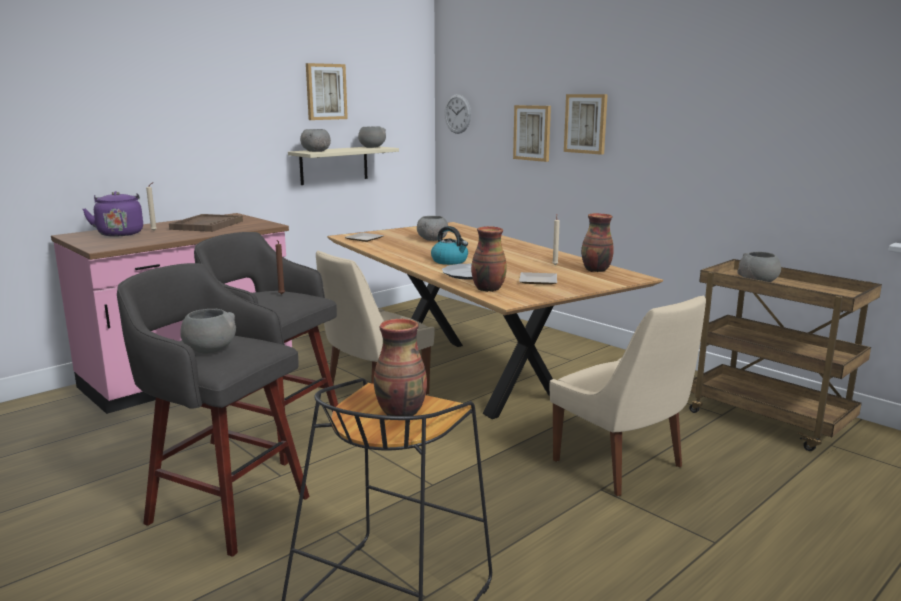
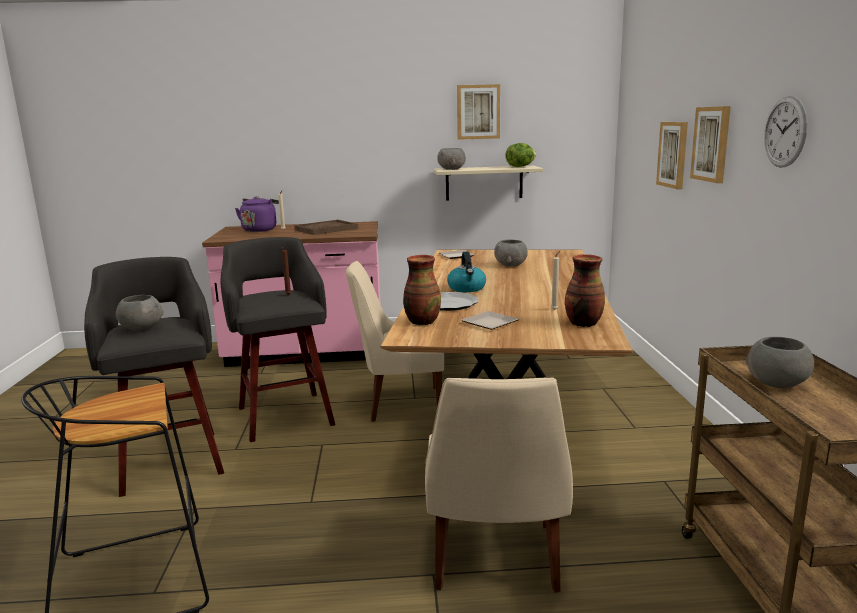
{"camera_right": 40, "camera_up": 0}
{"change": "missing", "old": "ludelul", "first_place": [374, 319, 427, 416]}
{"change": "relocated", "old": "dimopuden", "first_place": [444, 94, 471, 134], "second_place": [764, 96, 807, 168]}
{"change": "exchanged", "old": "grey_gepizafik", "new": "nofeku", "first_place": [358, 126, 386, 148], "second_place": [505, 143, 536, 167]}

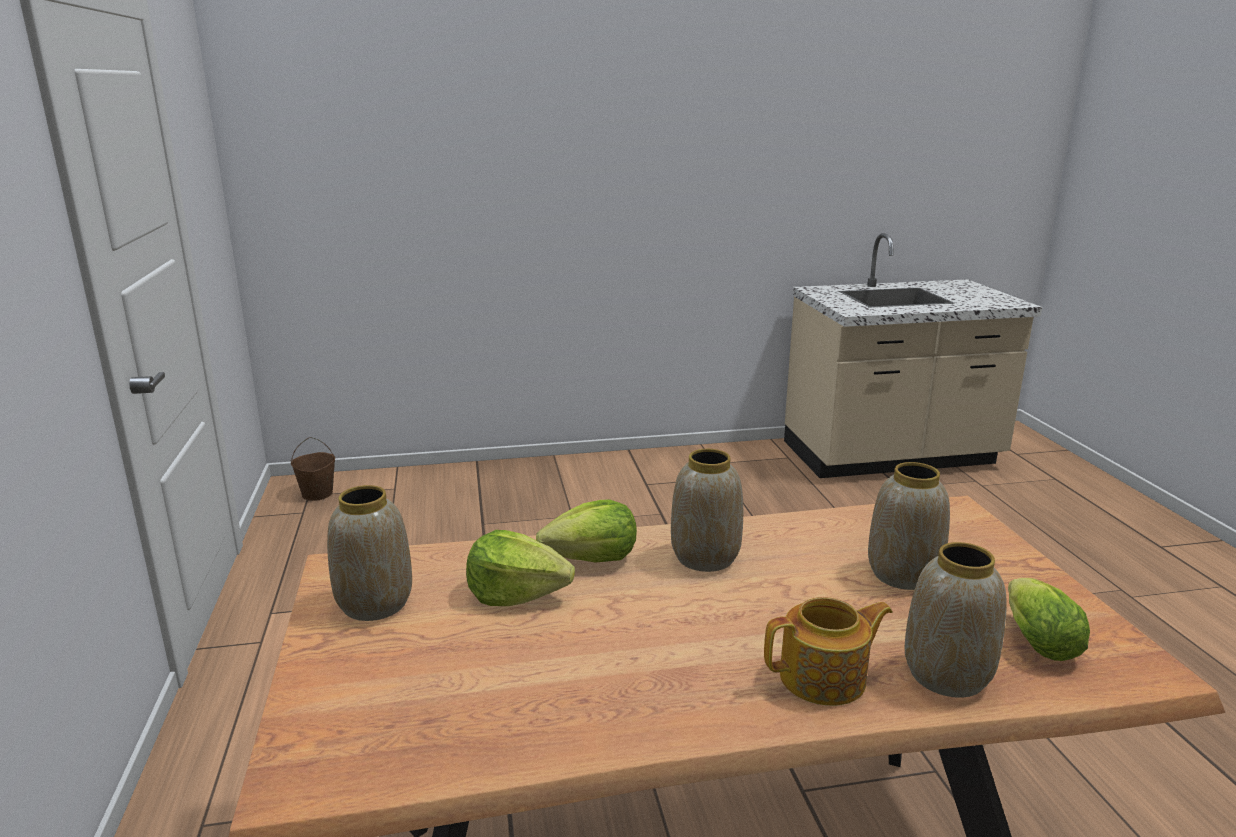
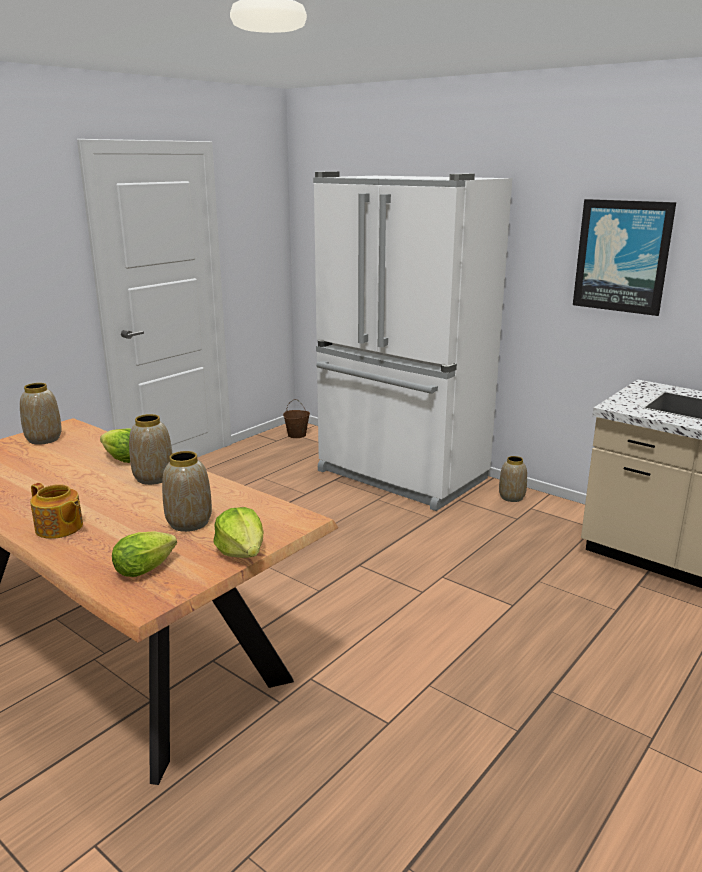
{"camera_right": 50, "camera_up": 0}
{"change": "appeared", "new": "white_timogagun", "second_place": [313, 171, 512, 511]}
{"change": "appeared", "new": "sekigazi", "second_place": [573, 199, 676, 316]}
{"change": "relocated", "old": "nofeku", "first_place": [466, 530, 575, 606], "second_place": [213, 507, 264, 558]}
{"change": "relocated", "old": "ludelul", "first_place": [905, 542, 1007, 698], "second_place": [499, 456, 527, 502]}

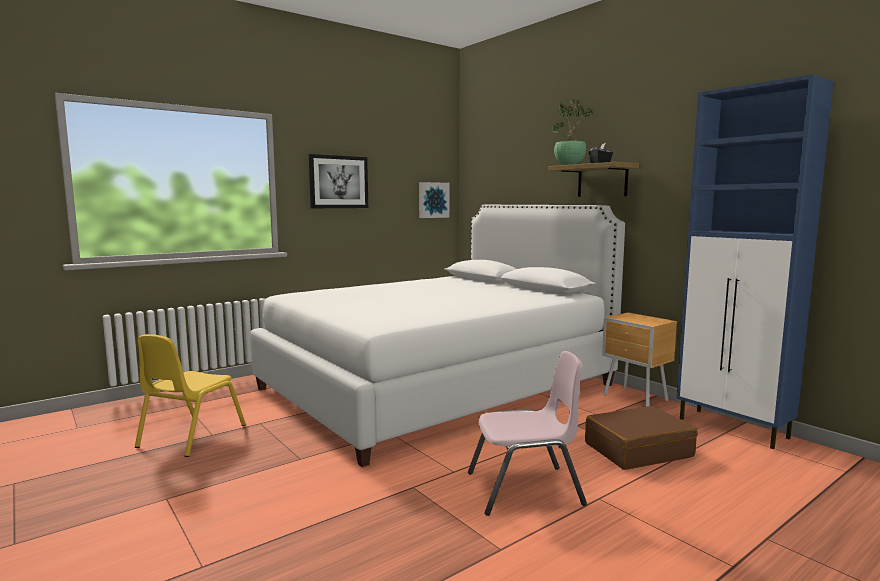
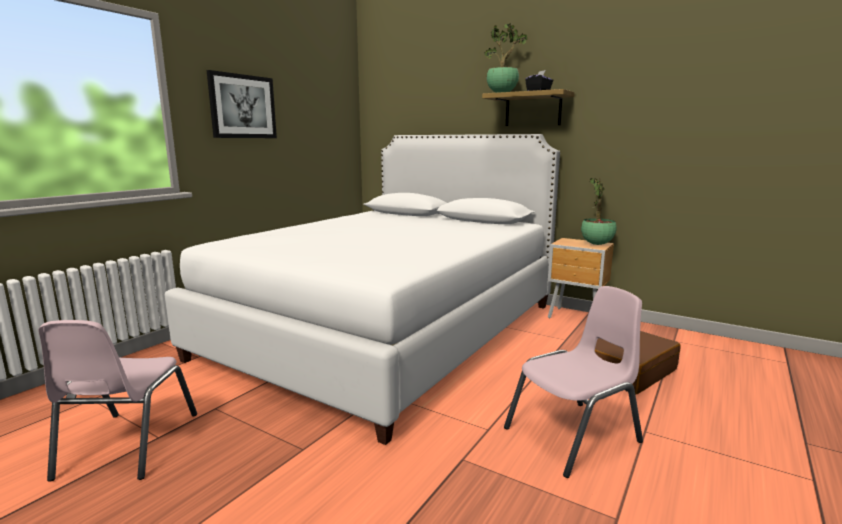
{"camera_right": -20, "camera_up": 5}
{"change": "missing", "old": "sekigazi", "first_place": [419, 182, 449, 218]}
{"change": "missing", "old": "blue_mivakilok", "first_place": [677, 74, 834, 449]}
{"change": "appeared", "new": "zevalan", "second_place": [581, 178, 617, 245]}
{"change": "colour", "old": "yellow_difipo", "new": "pink_difipo", "first_place": [135, 334, 246, 457], "second_place": [38, 320, 197, 482]}

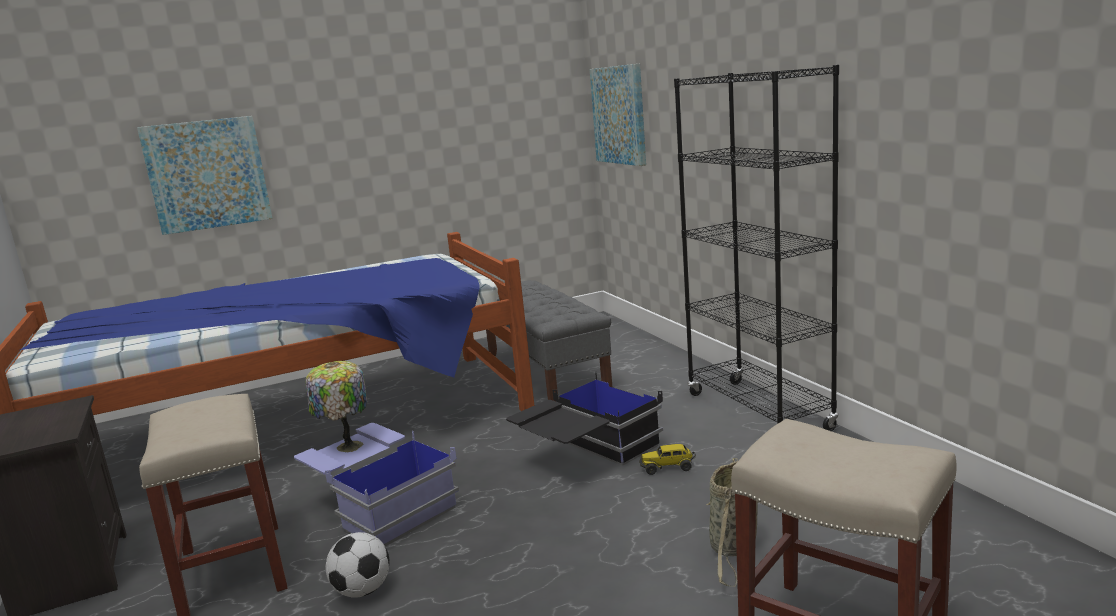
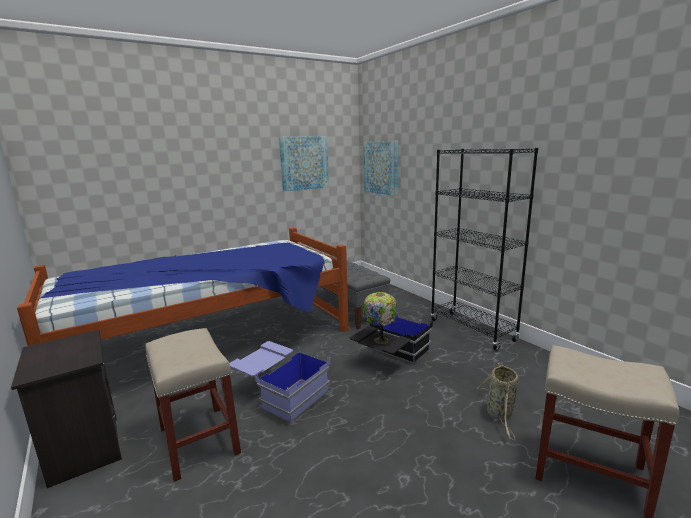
{"camera_right": -10, "camera_up": 0}
{"change": "missing", "old": "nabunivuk", "first_place": [326, 532, 390, 598]}
{"change": "missing", "old": "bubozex", "first_place": [639, 444, 696, 475]}
{"change": "relocated", "old": "sekigazi", "first_place": [137, 116, 272, 235], "second_place": [279, 136, 329, 192]}
{"change": "relocated", "old": "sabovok", "first_place": [306, 361, 367, 452], "second_place": [363, 292, 396, 344]}

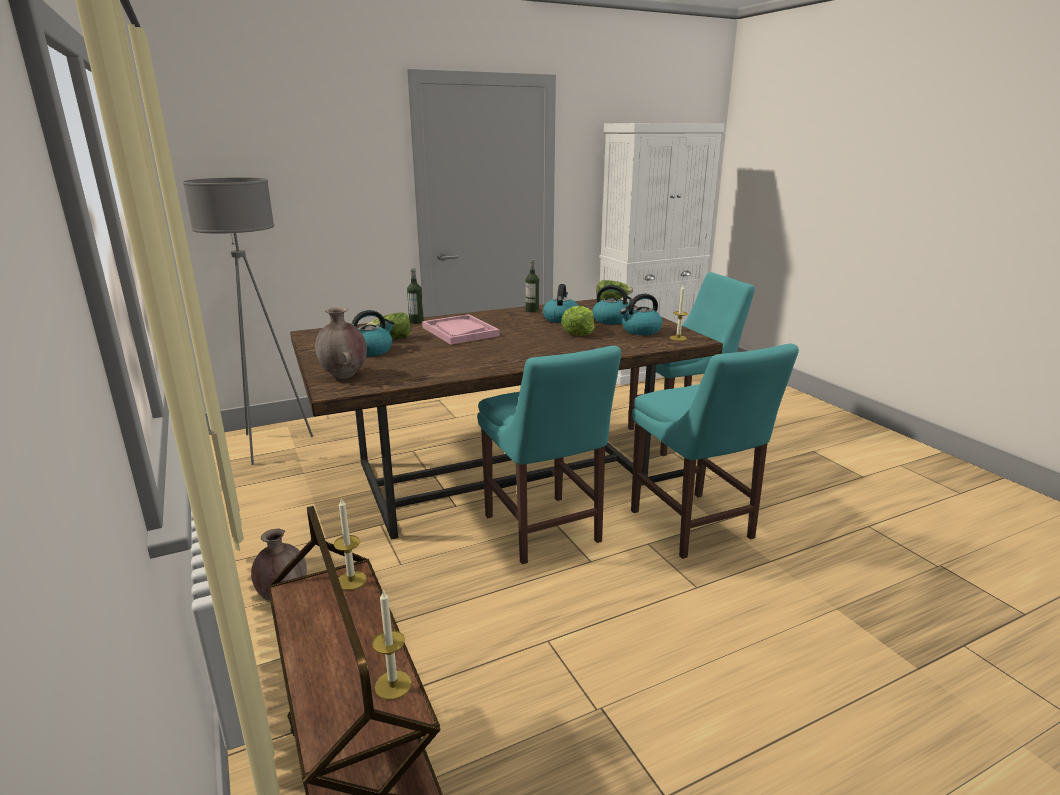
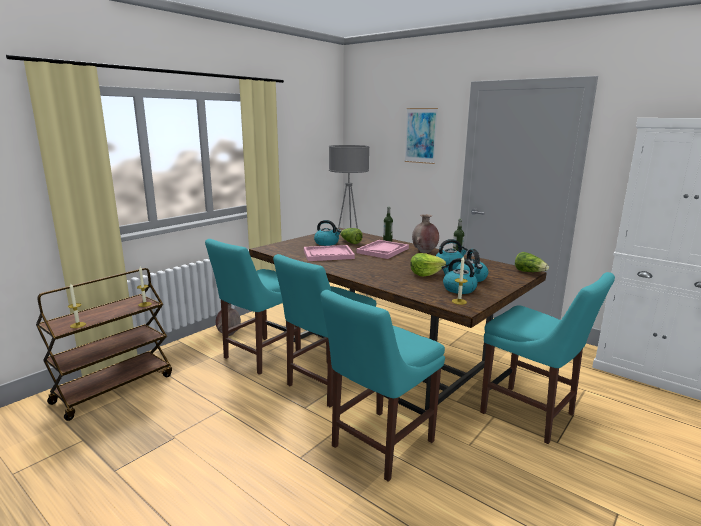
{"camera_right": 65, "camera_up": -5}
{"change": "appeared", "new": "turquoise_difipo", "second_place": [205, 239, 301, 375]}
{"change": "appeared", "new": "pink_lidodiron", "second_place": [304, 245, 355, 261]}
{"change": "appeared", "new": "sekigazi", "second_place": [404, 108, 438, 164]}
{"change": "relocated", "old": "brown_ludelul", "first_place": [315, 307, 367, 379], "second_place": [412, 214, 439, 253]}

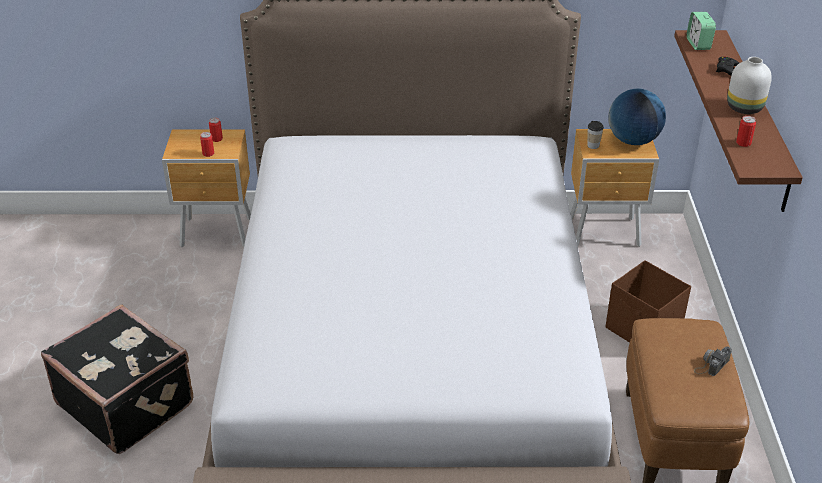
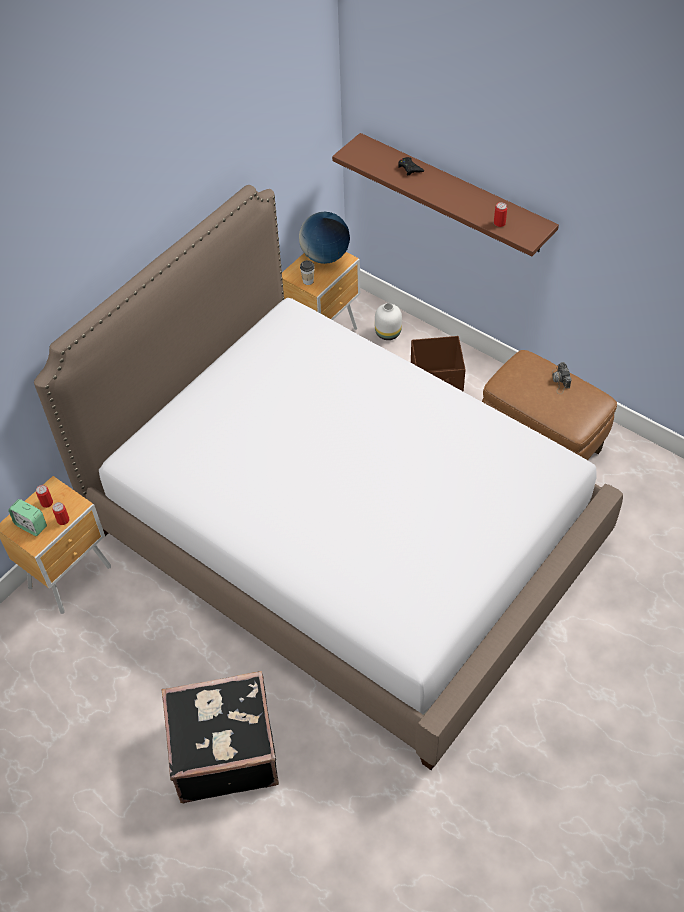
{"camera_right": -50, "camera_up": 15}
{"change": "relocated", "old": "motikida", "first_place": [686, 12, 716, 50], "second_place": [8, 499, 47, 536]}
{"change": "relocated", "old": "white_ludelul", "first_place": [727, 57, 772, 114], "second_place": [375, 303, 402, 340]}

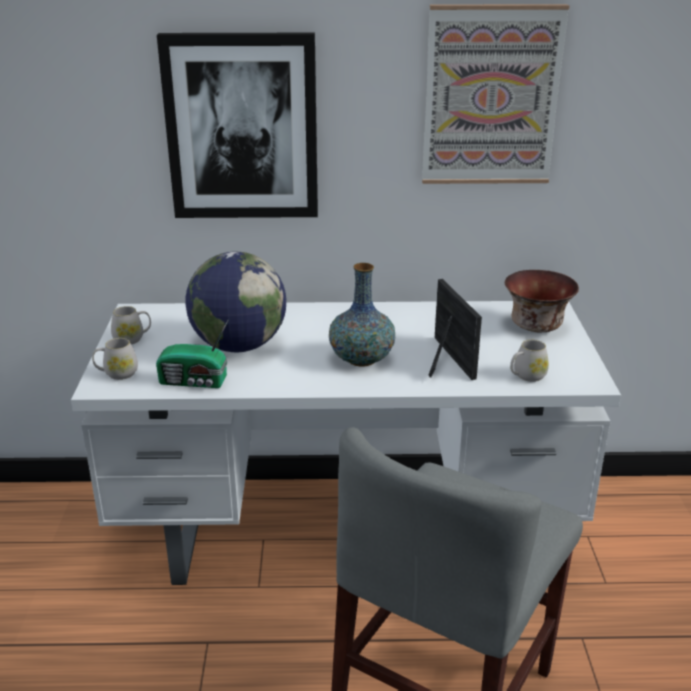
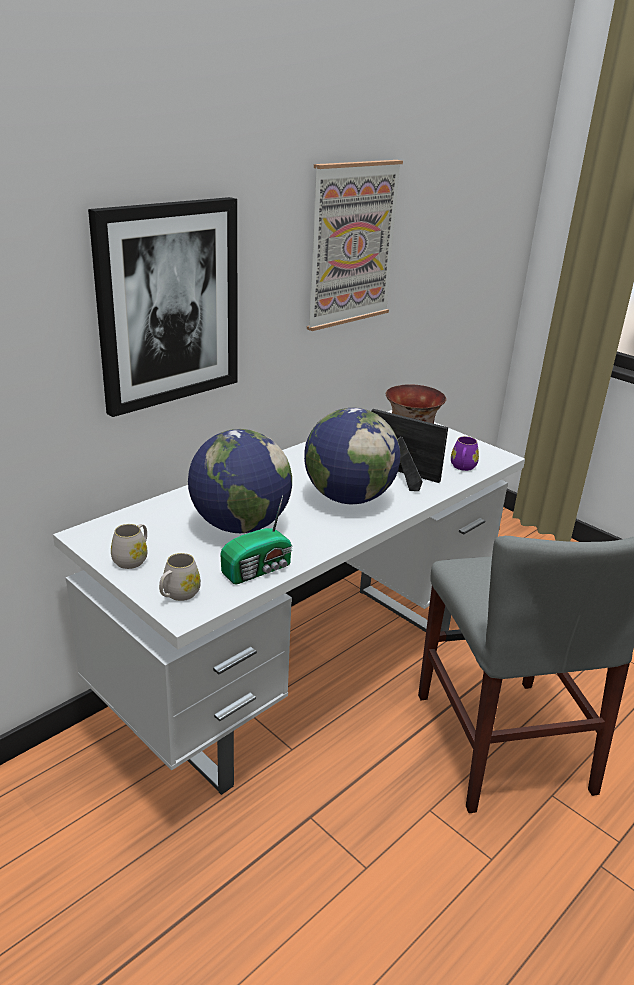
{"camera_right": -45, "camera_up": 0}
{"change": "exchanged", "old": "ludelul", "new": "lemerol", "first_place": [329, 263, 395, 367], "second_place": [304, 408, 400, 504]}
{"change": "colour", "old": "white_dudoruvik", "new": "purple_dudoruvik", "first_place": [510, 340, 549, 382], "second_place": [451, 436, 479, 471]}

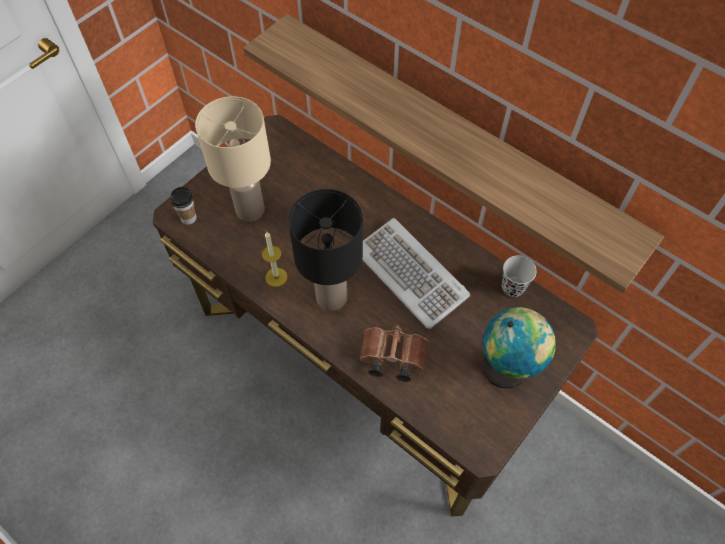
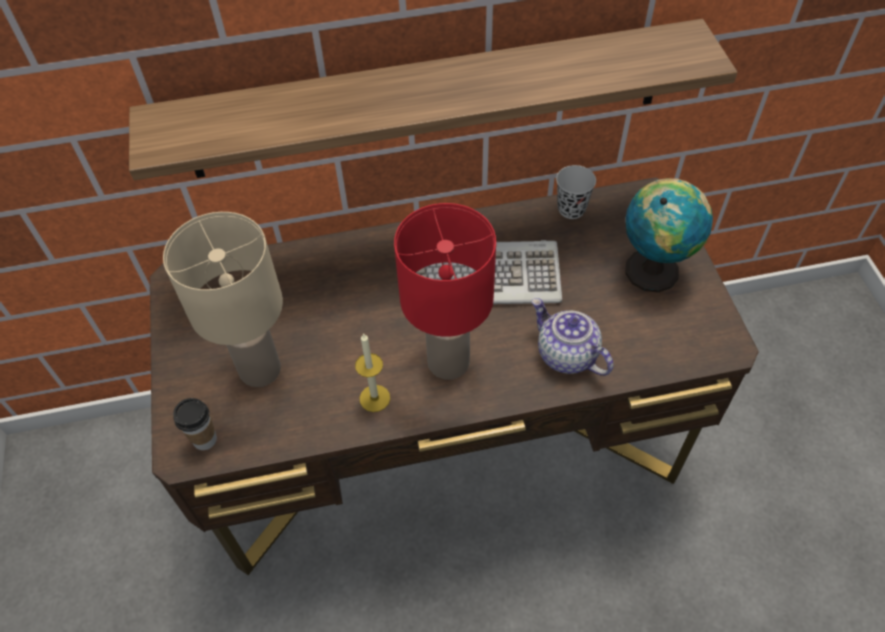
{"camera_right": -50, "camera_up": -5}
{"change": "exchanged", "old": "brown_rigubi", "new": "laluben", "first_place": [360, 325, 429, 382], "second_place": [532, 298, 613, 376]}
{"change": "colour", "old": "black_sabovok", "new": "red_sabovok", "first_place": [288, 189, 363, 311], "second_place": [394, 203, 496, 380]}

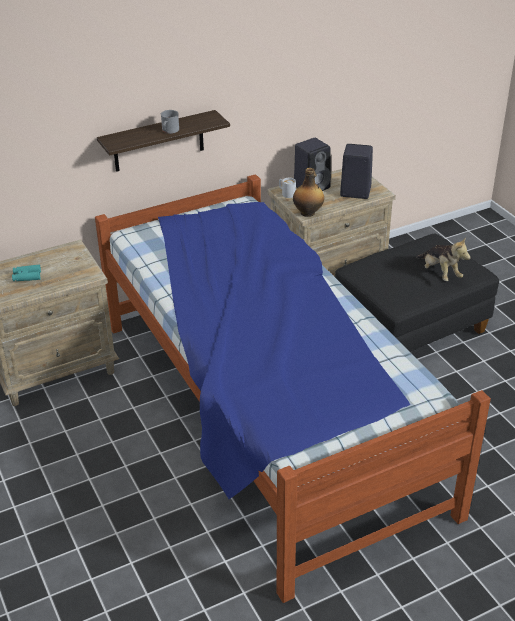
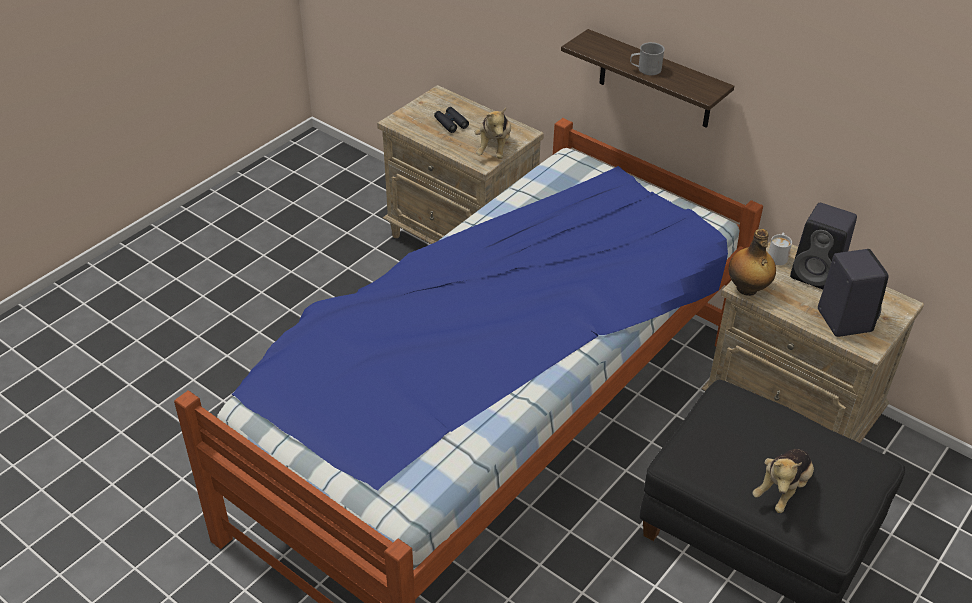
{"camera_right": 65, "camera_up": 5}
{"change": "appeared", "new": "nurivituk", "second_place": [475, 108, 511, 159]}
{"change": "colour", "old": "turquoise_rigubi", "new": "black_rigubi", "first_place": [12, 265, 41, 281], "second_place": [434, 107, 469, 133]}

